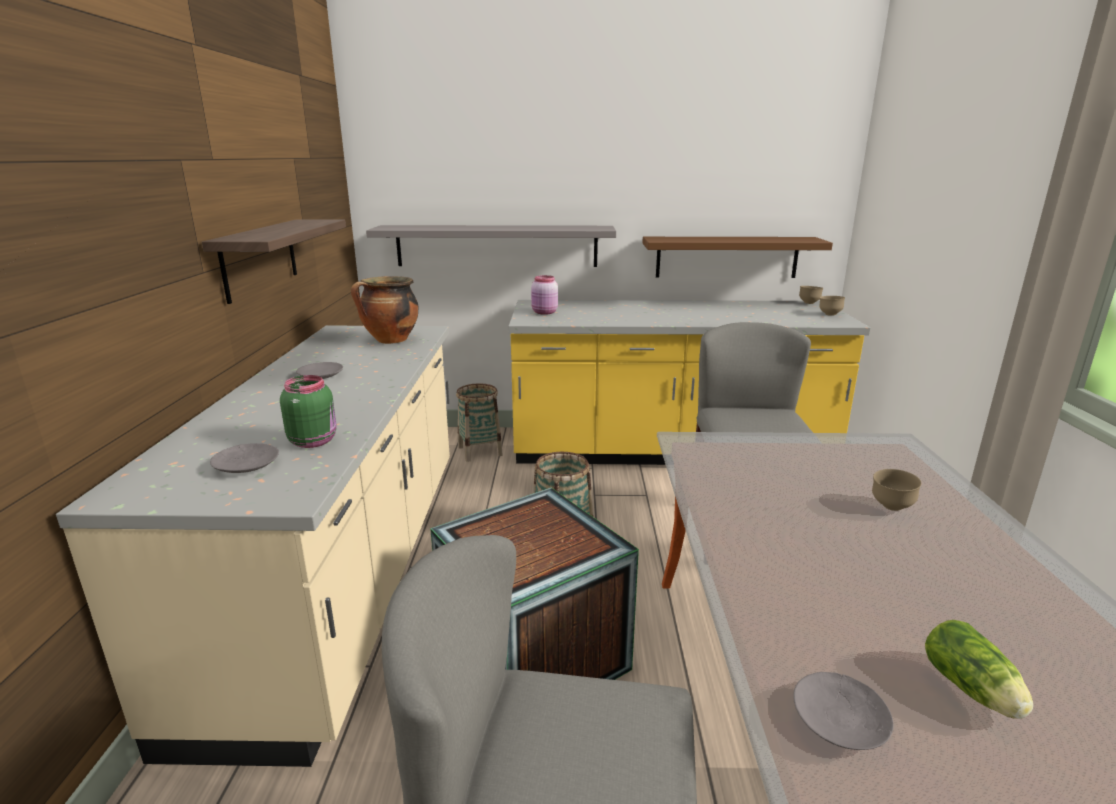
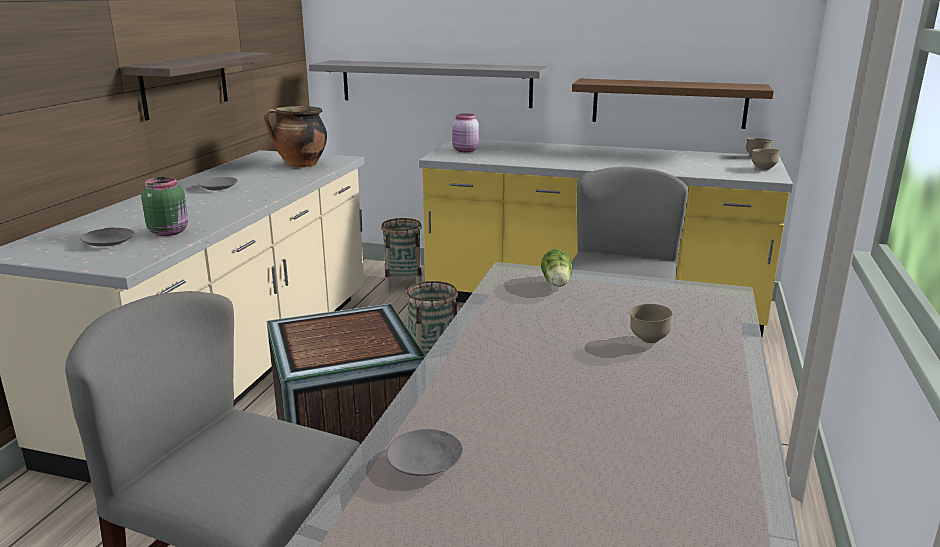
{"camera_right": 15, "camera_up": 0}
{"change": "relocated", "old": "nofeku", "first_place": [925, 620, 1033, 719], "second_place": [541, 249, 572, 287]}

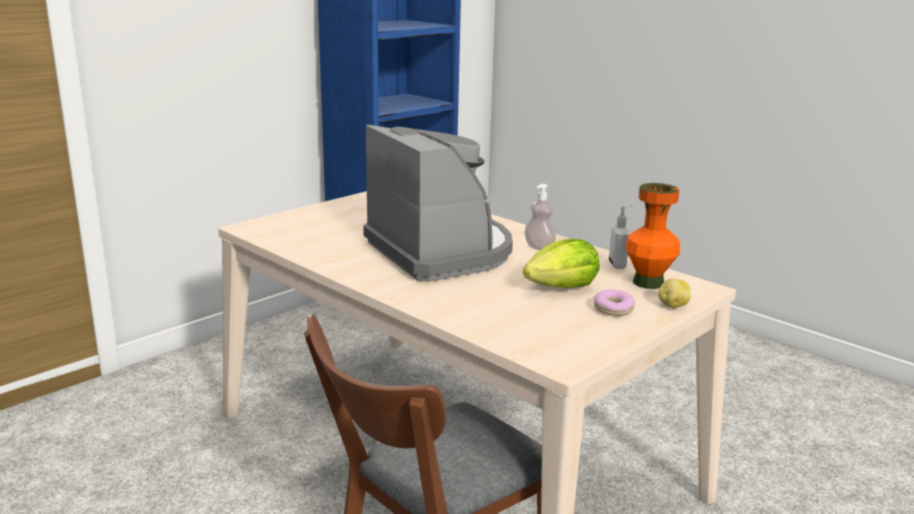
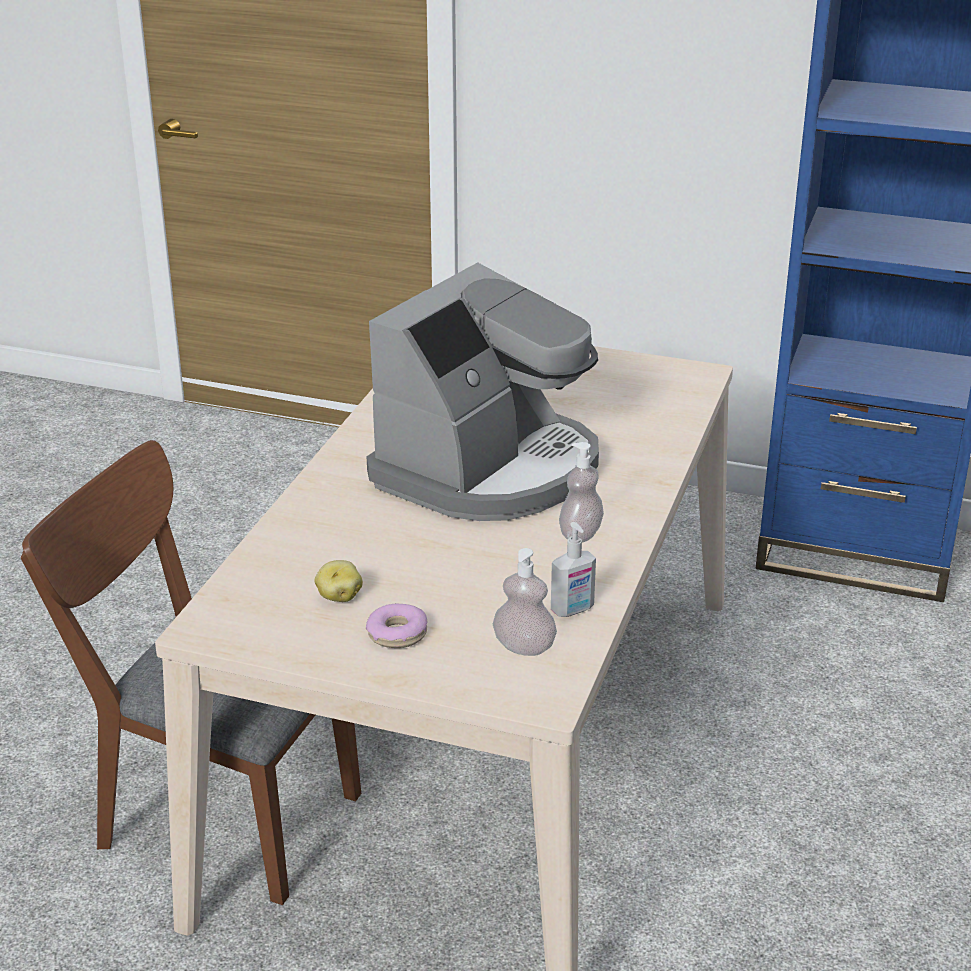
{"camera_right": 65, "camera_up": 10}
{"change": "missing", "old": "nofeku", "first_place": [523, 239, 600, 288]}
{"change": "relocated", "old": "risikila", "first_place": [658, 278, 691, 308], "second_place": [314, 560, 363, 602]}
{"change": "exchanged", "old": "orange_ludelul", "new": "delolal", "first_place": [625, 183, 680, 289], "second_place": [493, 548, 557, 656]}

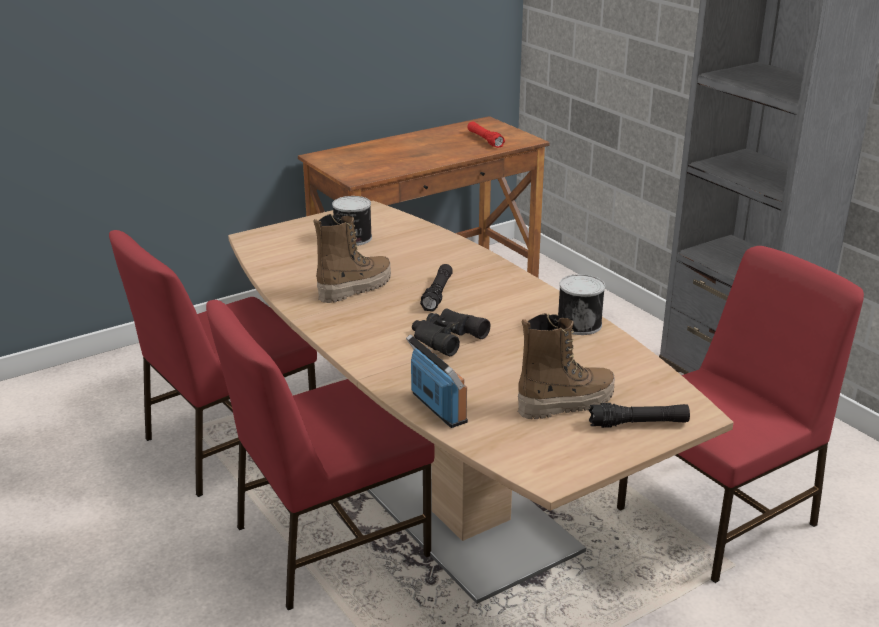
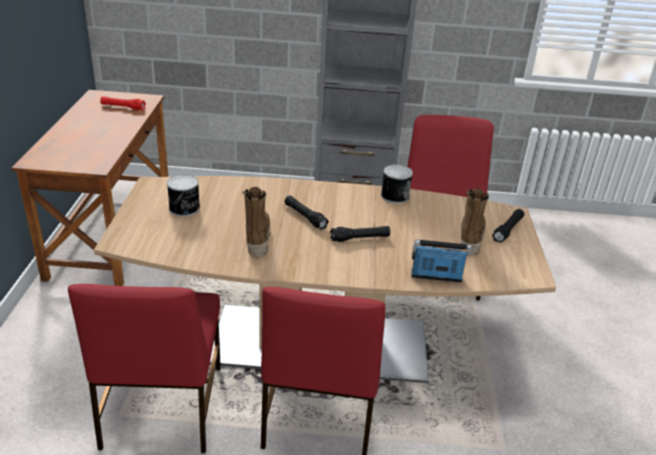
{"camera_right": -55, "camera_up": 5}
{"change": "exchanged", "old": "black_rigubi", "new": "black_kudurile", "first_place": [412, 308, 490, 356], "second_place": [330, 226, 390, 242]}

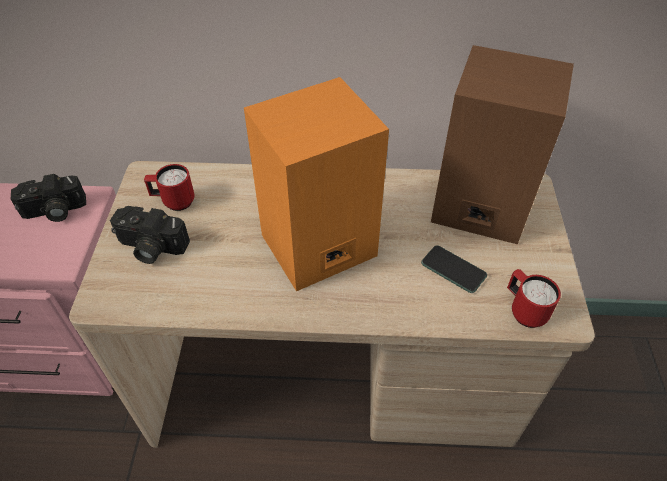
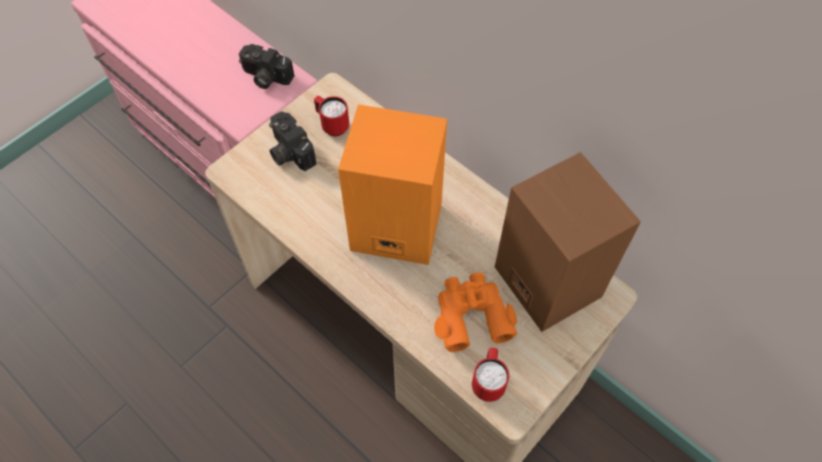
{"camera_right": 40, "camera_up": 10}
{"change": "exchanged", "old": "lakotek", "new": "orange_rigubi", "first_place": [421, 245, 487, 293], "second_place": [434, 272, 517, 352]}

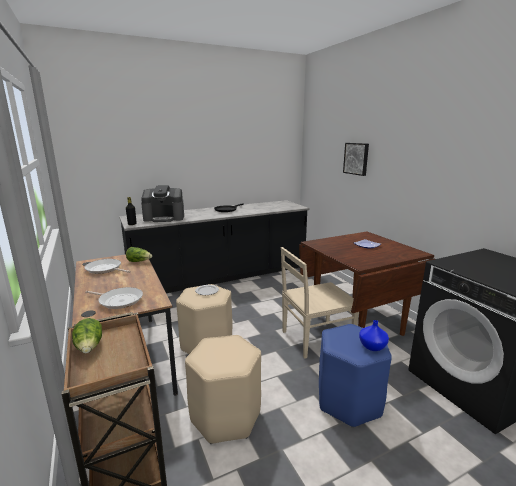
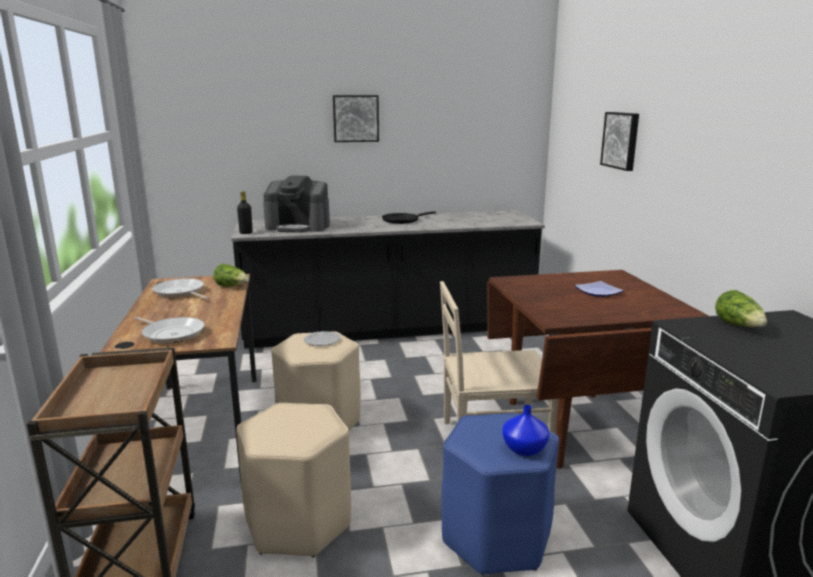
{"camera_right": 15, "camera_up": 0}
{"change": "appeared", "new": "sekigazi", "second_place": [333, 95, 379, 142]}
{"change": "relocated", "old": "nofeku", "first_place": [72, 318, 102, 353], "second_place": [715, 290, 767, 327]}

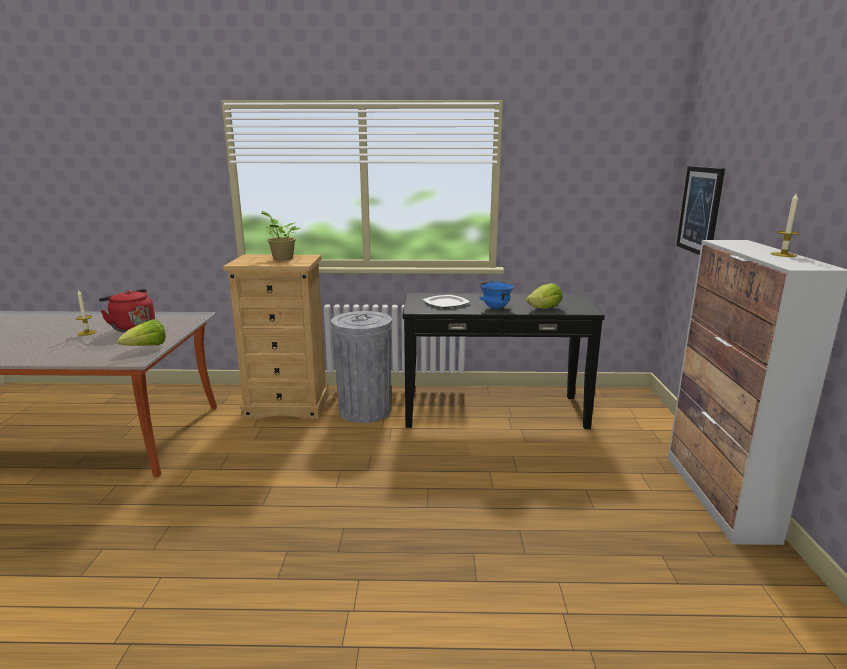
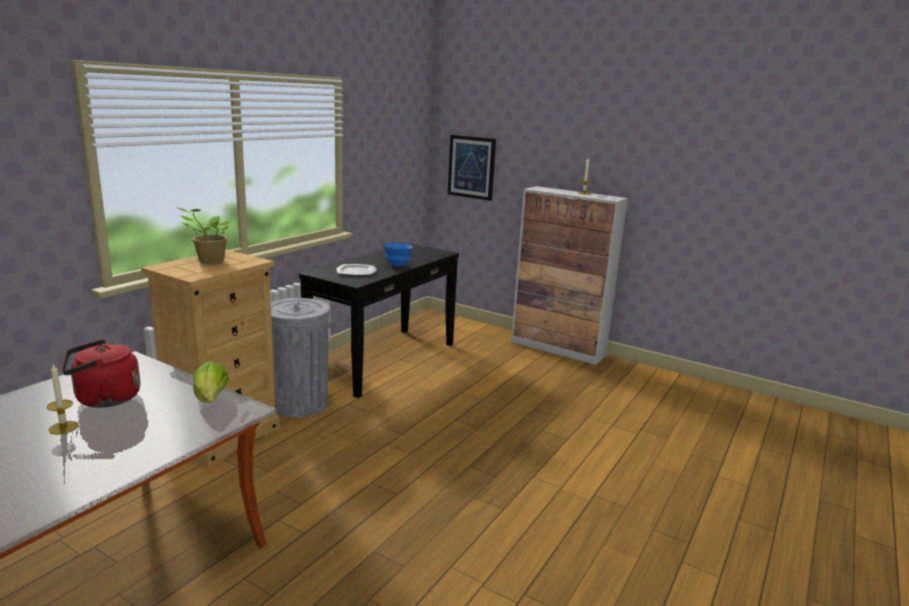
{"camera_right": -60, "camera_up": 0}
{"change": "missing", "old": "nofeku", "first_place": [526, 283, 562, 309]}

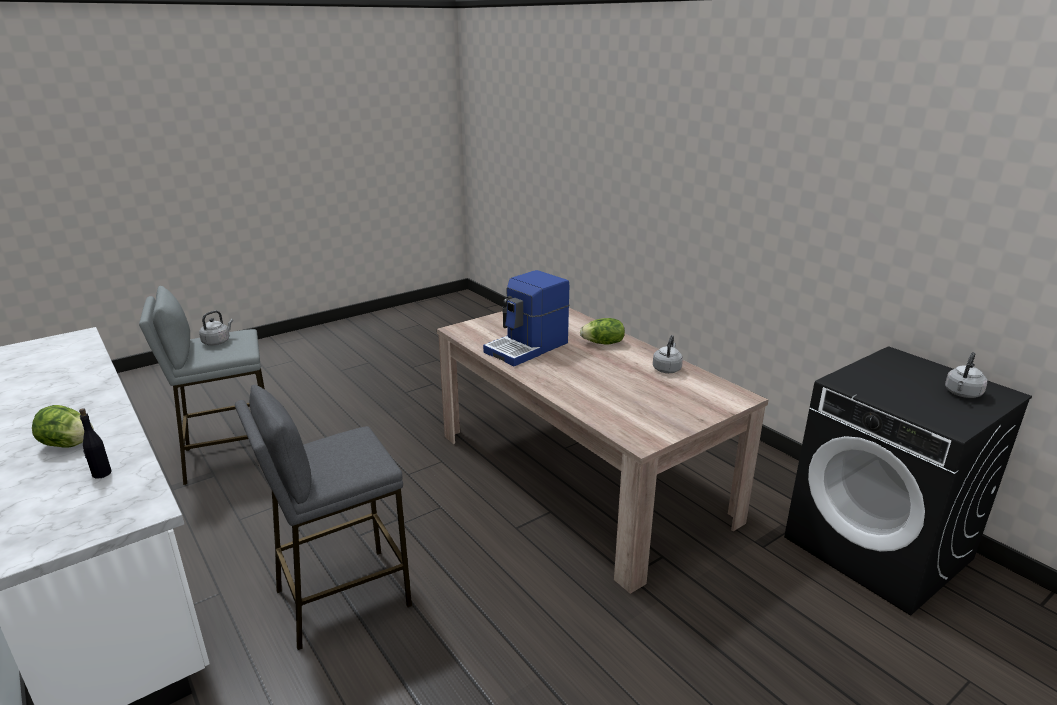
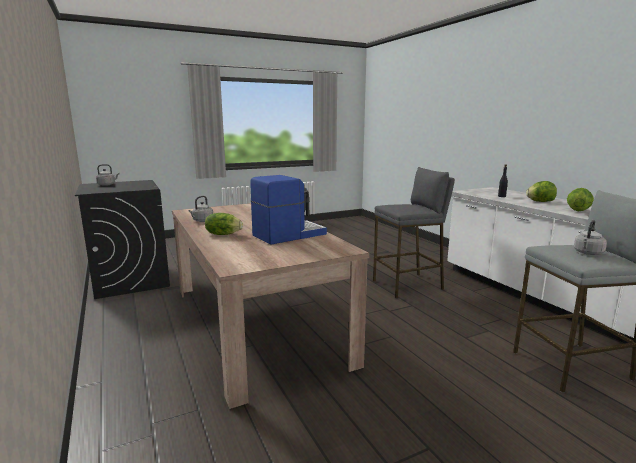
{"camera_right": -170, "camera_up": -10}
{"change": "appeared", "new": "nofeku", "second_place": [567, 188, 594, 211]}

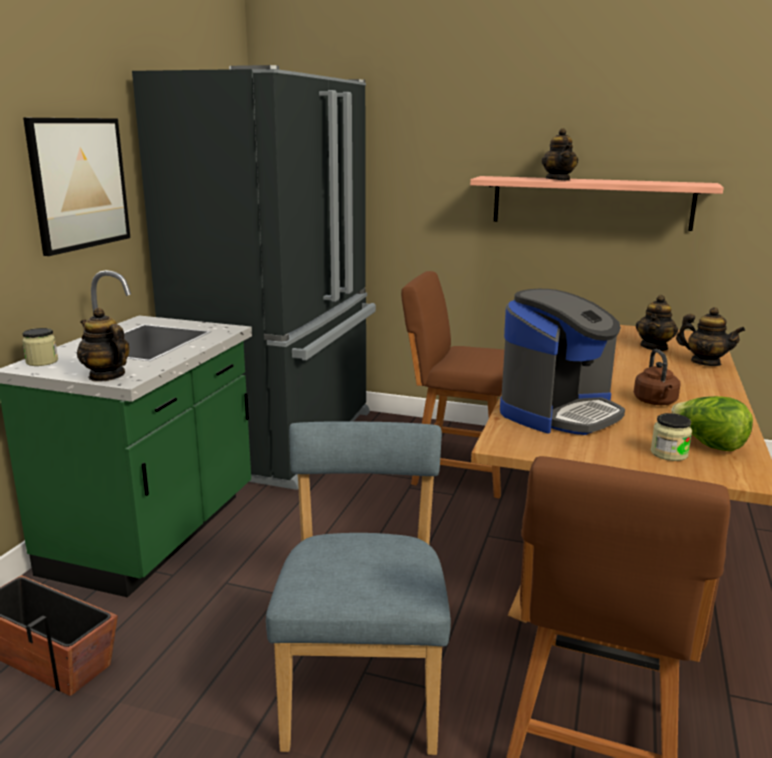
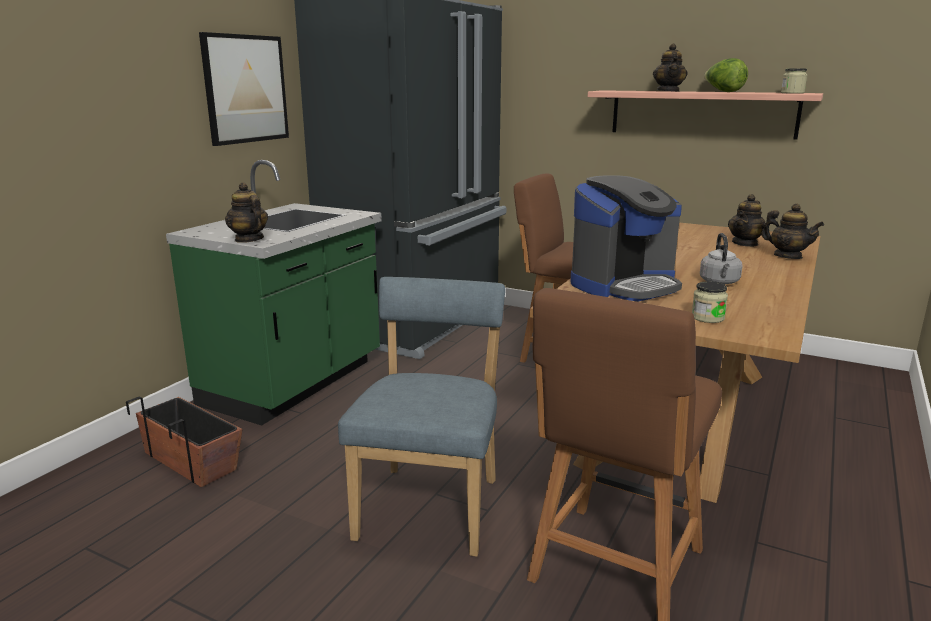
{"camera_right": 10, "camera_up": 0}
{"change": "relocated", "old": "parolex", "first_place": [22, 328, 58, 366], "second_place": [781, 68, 807, 94]}
{"change": "relocated", "old": "nofeku", "first_place": [671, 396, 753, 451], "second_place": [704, 58, 748, 92]}
{"change": "colour", "old": "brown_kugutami", "new": "grey_kugutami", "first_place": [634, 349, 681, 405], "second_place": [700, 233, 743, 284]}

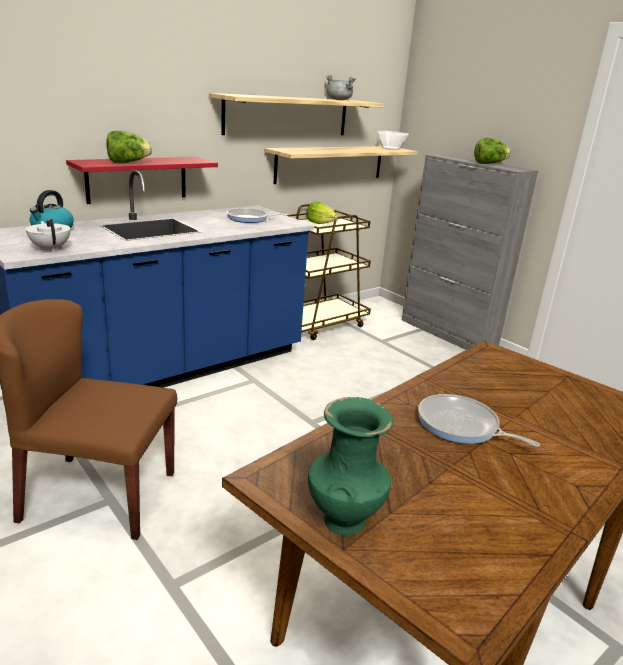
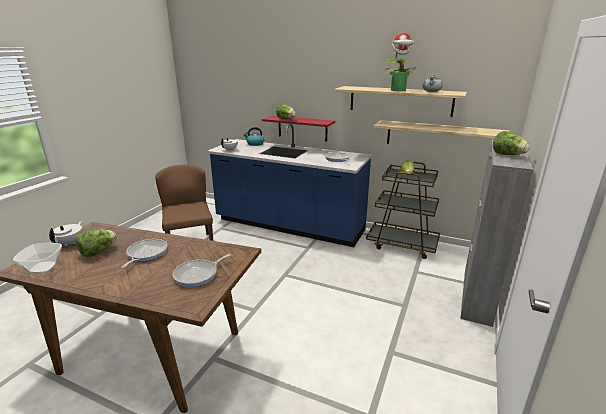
{"camera_right": 65, "camera_up": 0}
{"change": "appeared", "new": "nofeku", "second_place": [76, 229, 117, 257]}
{"change": "appeared", "new": "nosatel", "second_place": [173, 254, 231, 287]}
{"change": "appeared", "new": "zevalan", "second_place": [384, 33, 415, 91]}
{"change": "relocated", "old": "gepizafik", "first_place": [377, 131, 409, 150], "second_place": [13, 243, 62, 273]}
{"change": "exchanged", "old": "green_ludelul", "new": "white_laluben", "first_place": [308, 397, 393, 536], "second_place": [49, 221, 82, 246]}

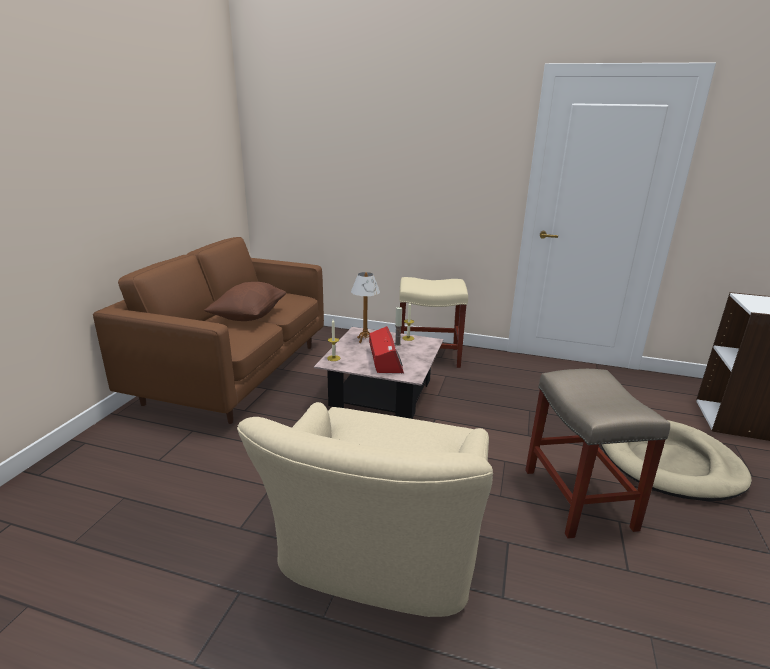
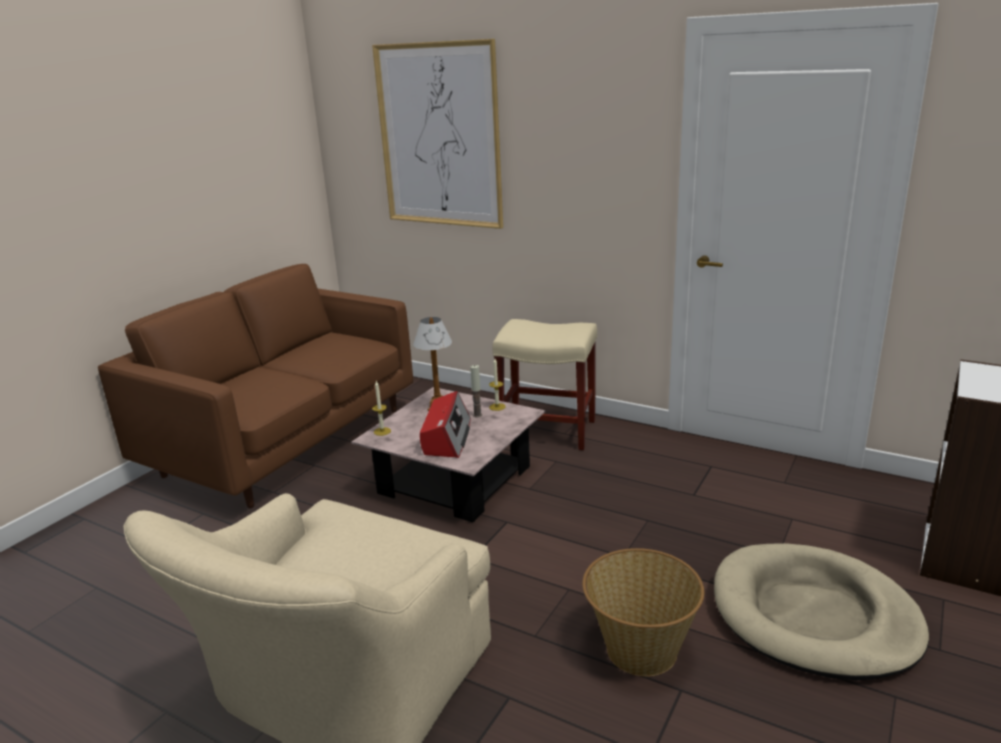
{"camera_right": 15, "camera_up": 0}
{"change": "missing", "old": "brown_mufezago", "first_place": [204, 282, 287, 321]}
{"change": "appeared", "new": "sekigazi", "second_place": [372, 39, 503, 229]}
{"change": "exchanged", "old": "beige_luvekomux", "new": "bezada", "first_place": [525, 369, 670, 539], "second_place": [582, 548, 704, 676]}

